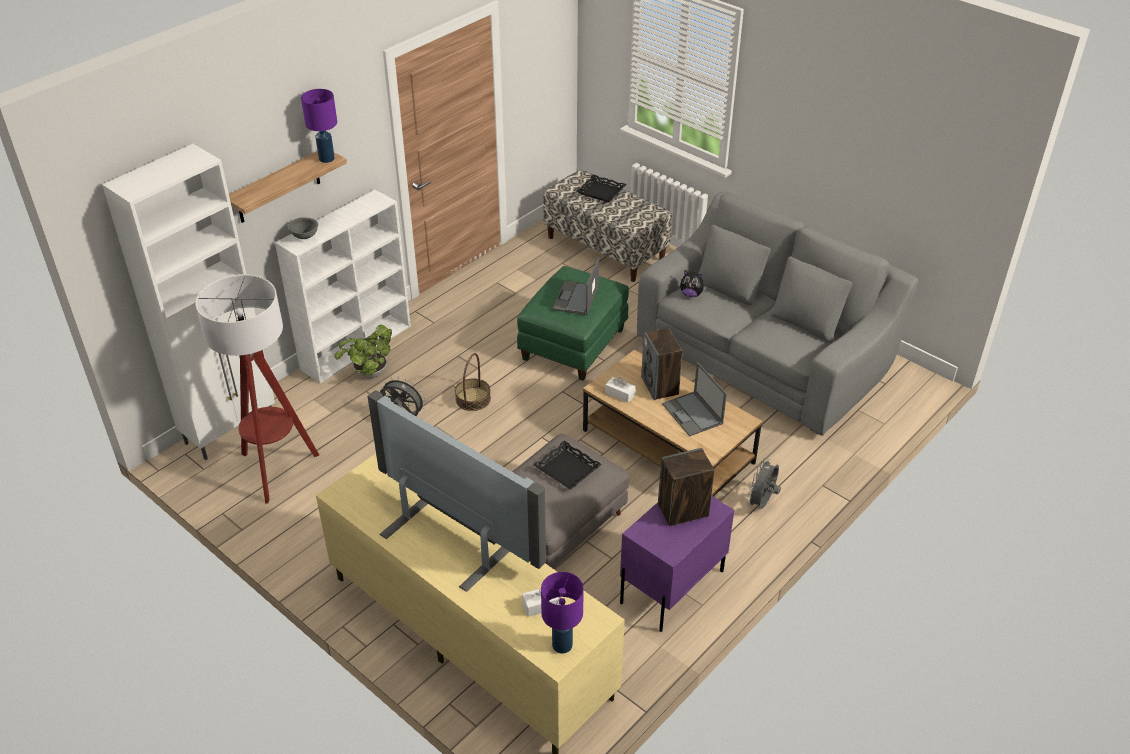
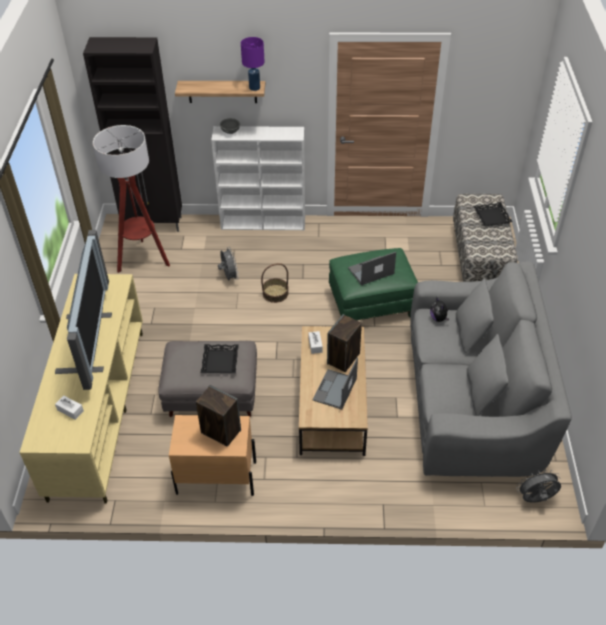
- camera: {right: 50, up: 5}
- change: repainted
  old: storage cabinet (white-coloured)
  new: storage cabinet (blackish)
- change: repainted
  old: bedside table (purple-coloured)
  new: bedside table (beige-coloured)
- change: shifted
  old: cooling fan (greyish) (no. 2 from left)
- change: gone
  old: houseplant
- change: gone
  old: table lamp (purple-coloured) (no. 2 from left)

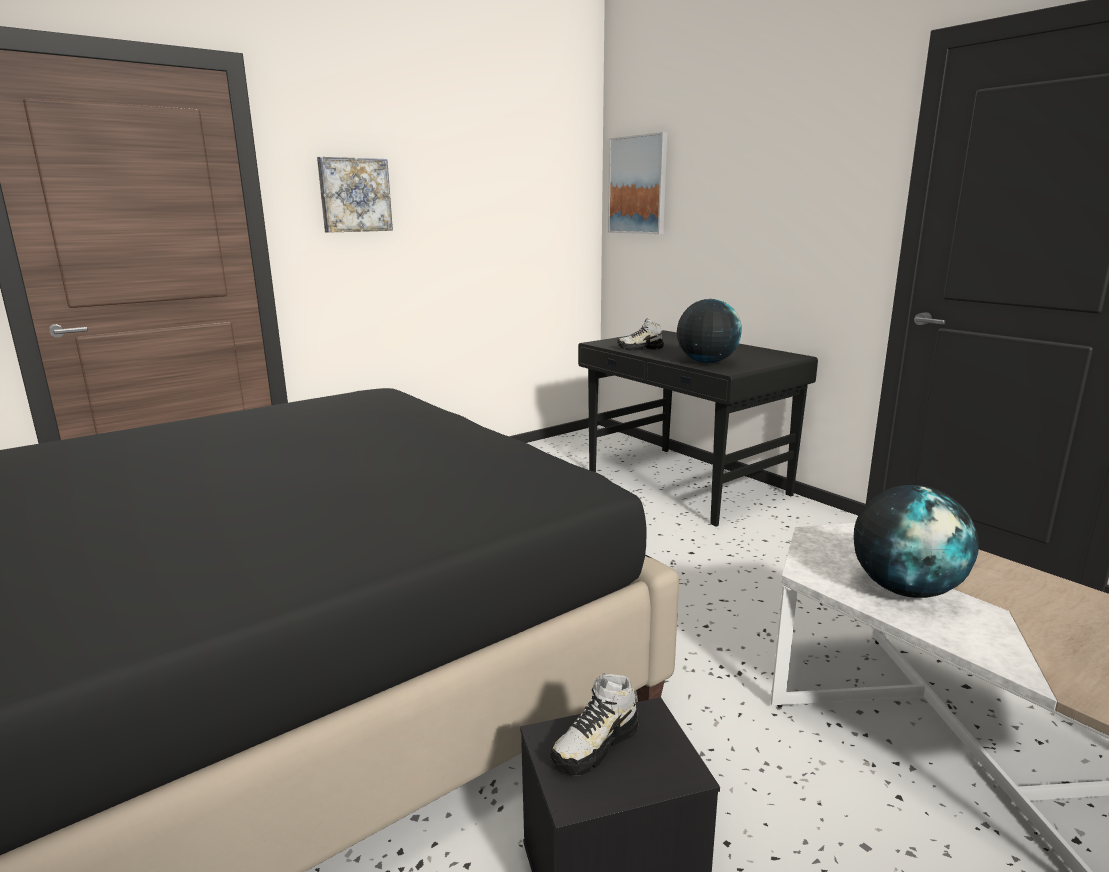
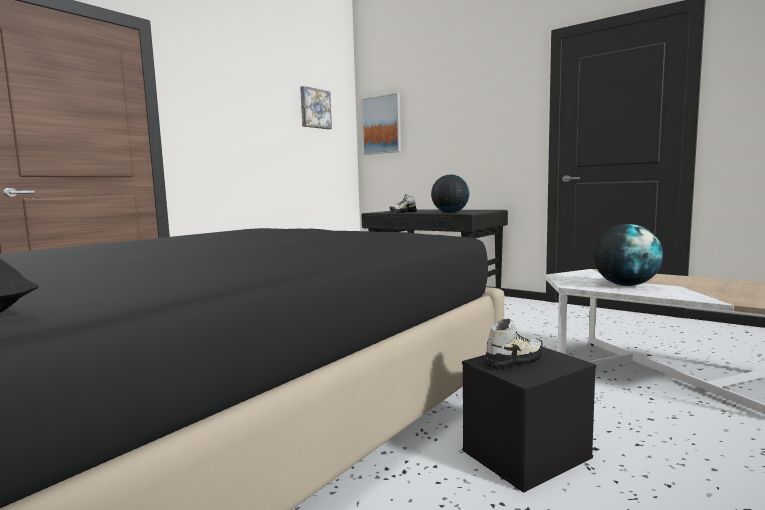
- camera: {right: -15, up: -10}
- change: shifted
  old: wall art (no. 1 from left)
- change: rotated
  old: shoe (no. 1 from left in the first image)
  degrees: -150

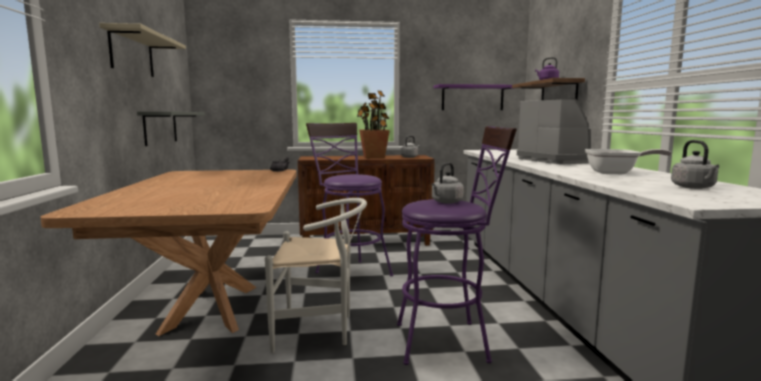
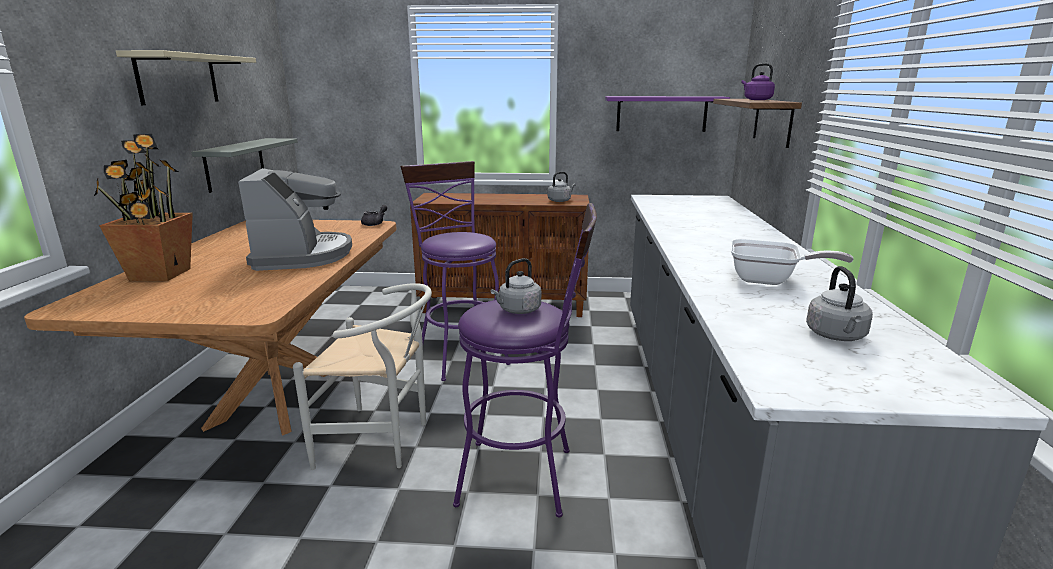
- camera: {right: 10, up: 10}
- change: shifted
  old: houseplant
- change: shifted
  old: coffee maker

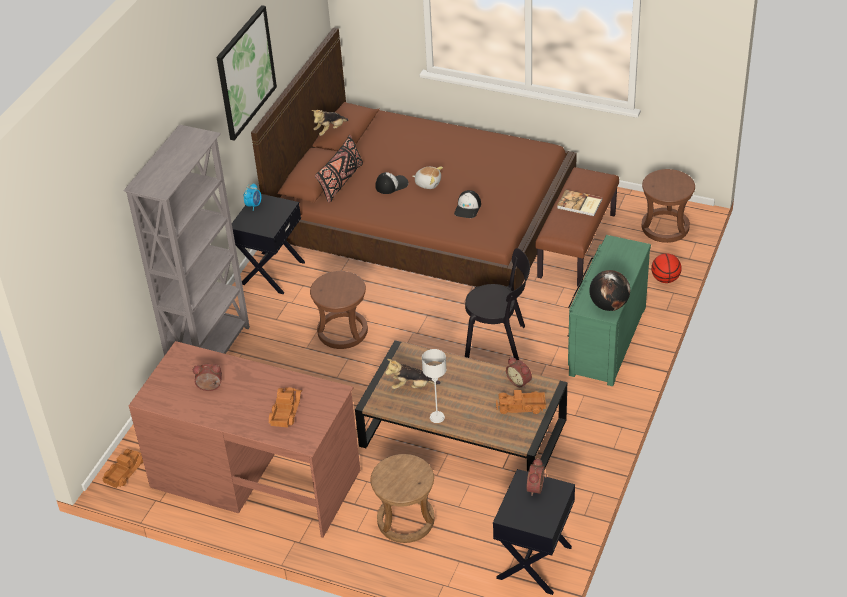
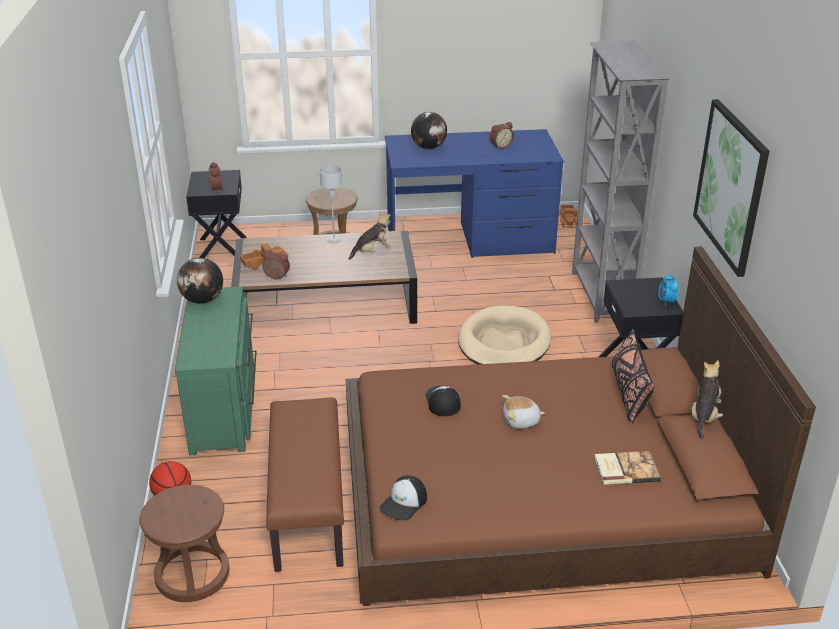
- camera: {right: 150, up: -10}
- change: shifted
  old: peaked cap (no. 1 from left)
- change: repainted
  old: desk (brownish)
  new: desk (bluish)
- change: swapped
  old: toy lorry (no. 2 from left)
  new: world globe (no. 2 from left)
- change: swapped
  old: stool (brownish) (no. 1 from left)
  new: dog bed (beige-coloured)
- change: shifted
  old: volume
- change: gone
  old: chair (blackish)

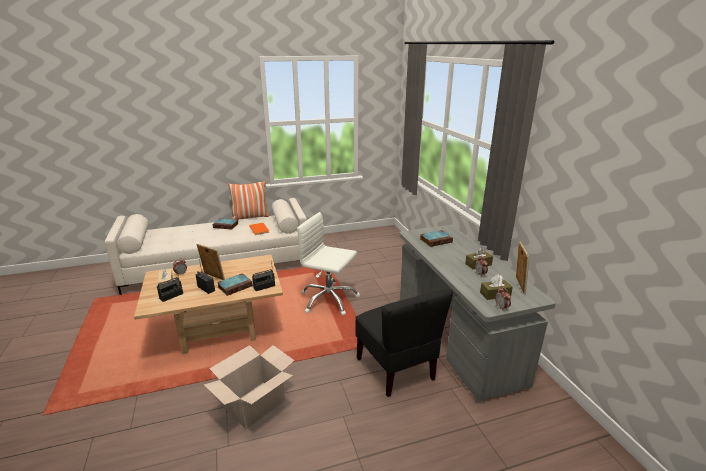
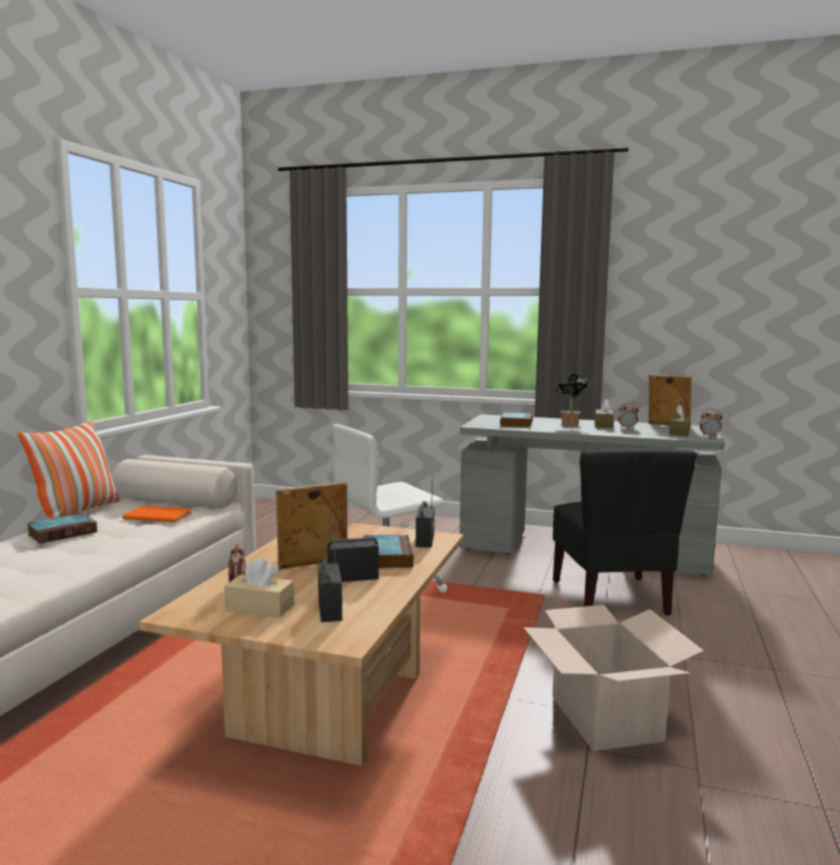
- camera: {right: -55, up: -15}
- change: rotated
  old: chair (blackish)
  degrees: 75
- change: new
  new: houseplant

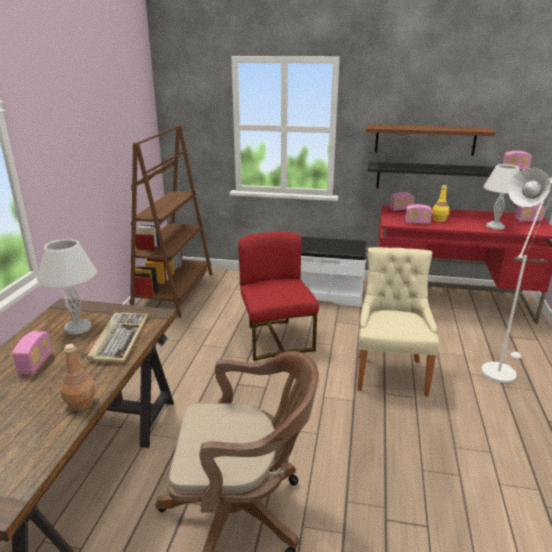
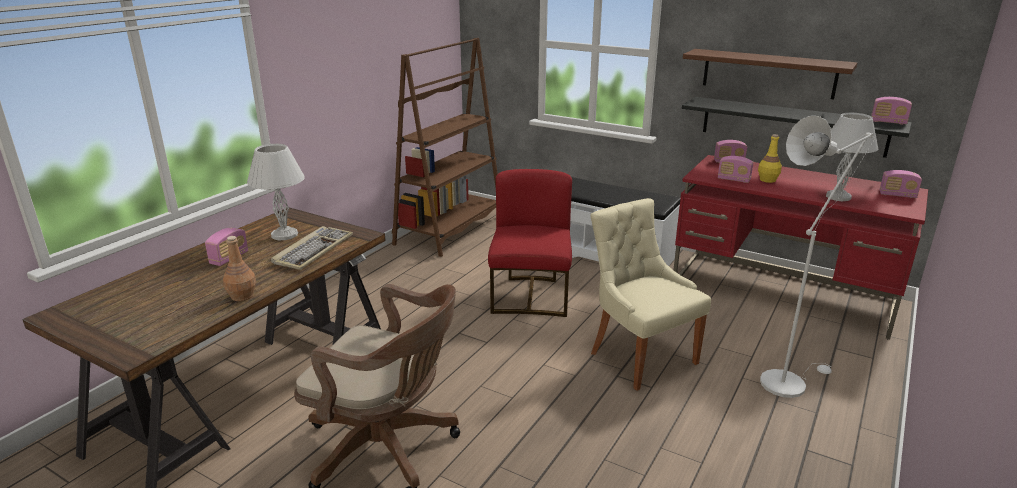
- camera: {right: 20, up: 0}
- change: rotated
  old: chair (beige-coloured)
  degrees: -60

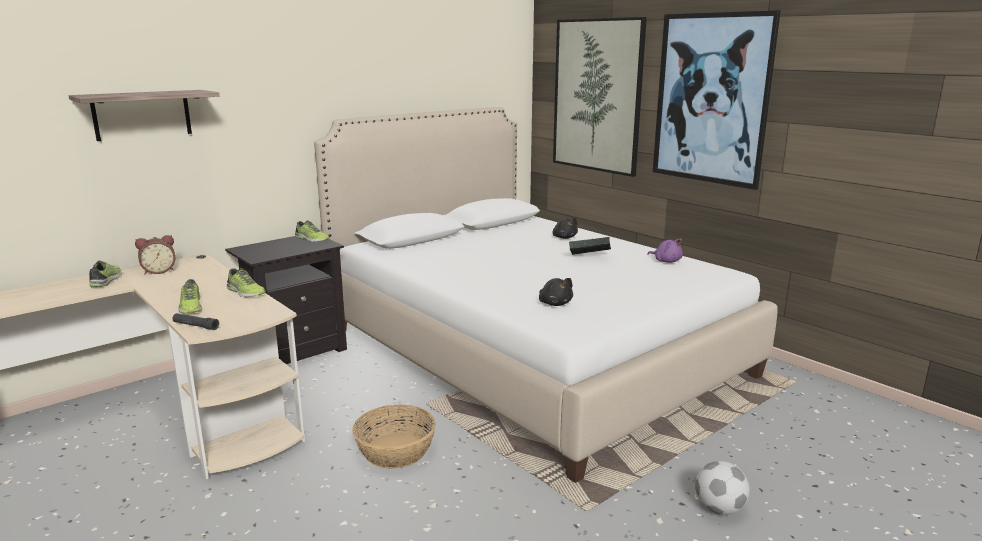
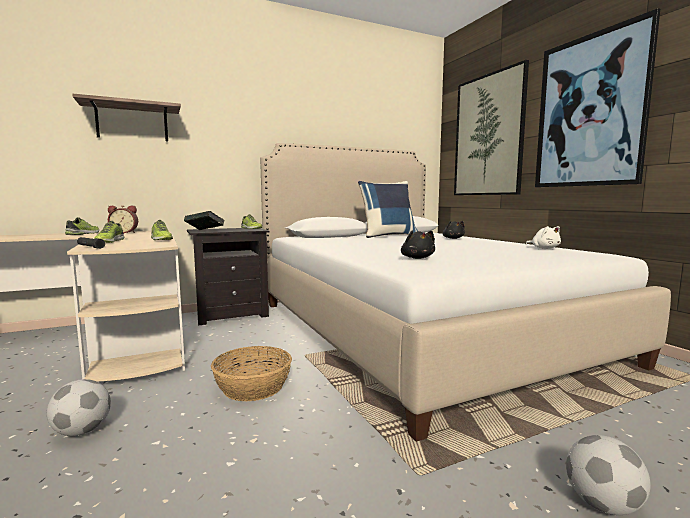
- camera: {right: 15, up: -10}
- change: new
  new: football (no. 1 from left)
- change: shifted
  old: volume
- change: new
  new: cushion (bluish)
- change: repainted
  old: soft toy (purple-coloured)
  new: soft toy (white-coloured)

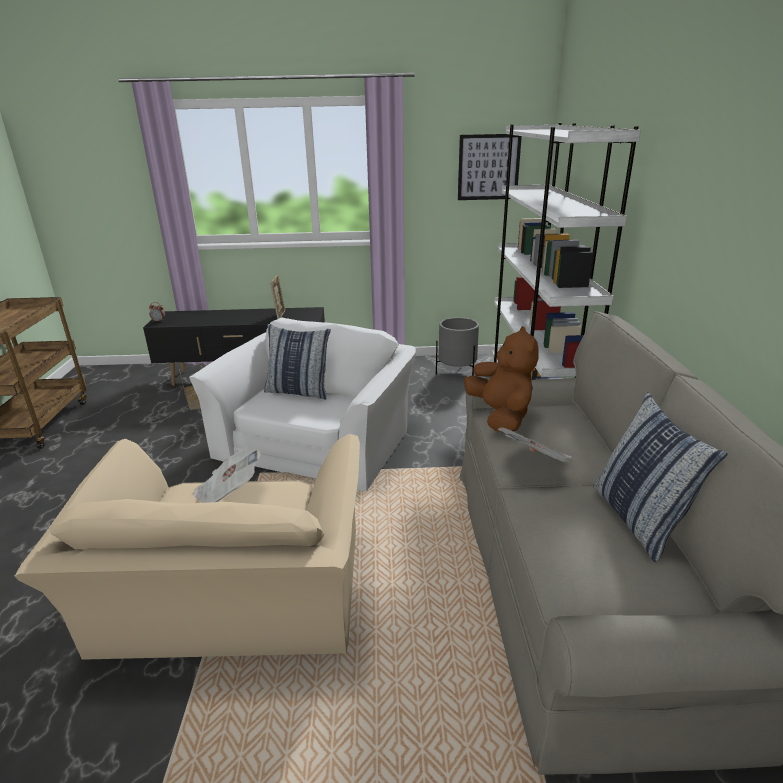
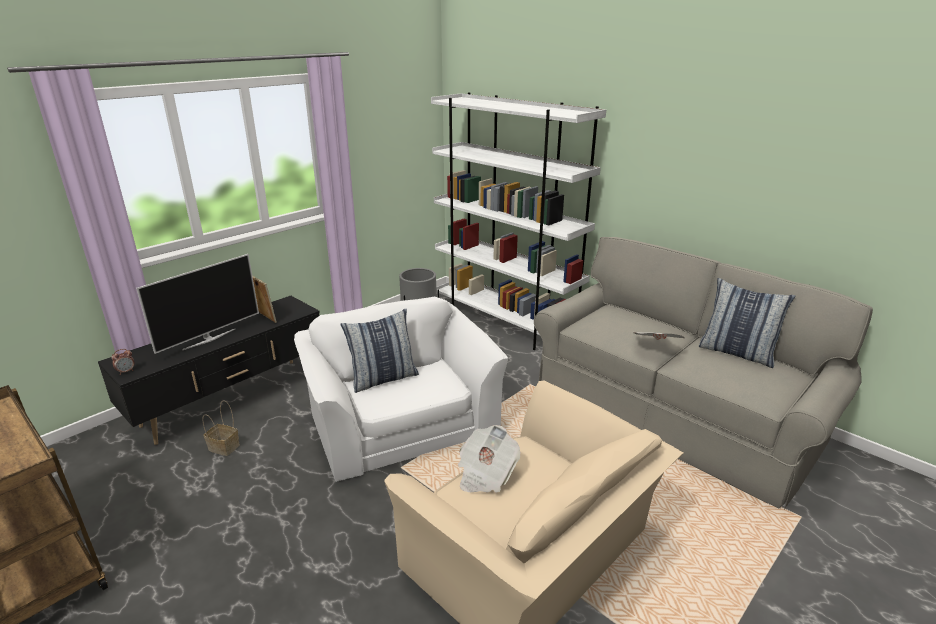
- camera: {right: -45, up: 0}
- change: new
  new: TV
- change: gone
  old: wall art
- change: gone
  old: soft toy (brownish)

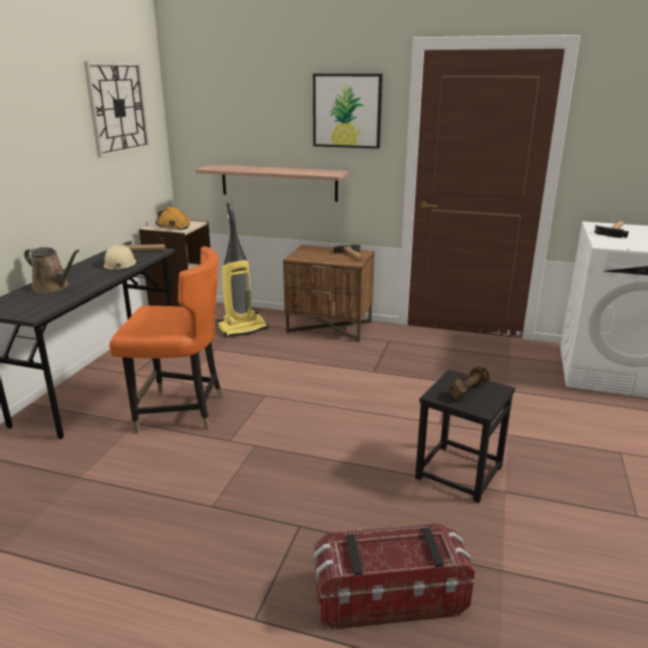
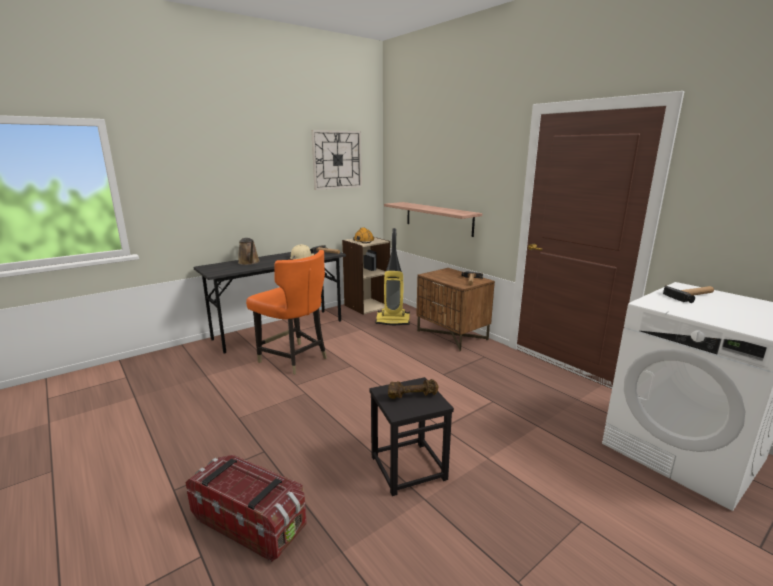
- camera: {right: 35, up: -5}
- change: gone
  old: wall art

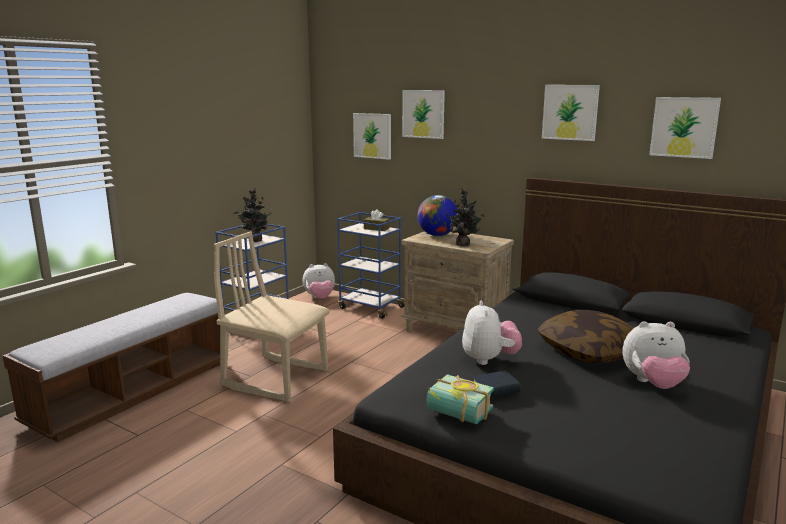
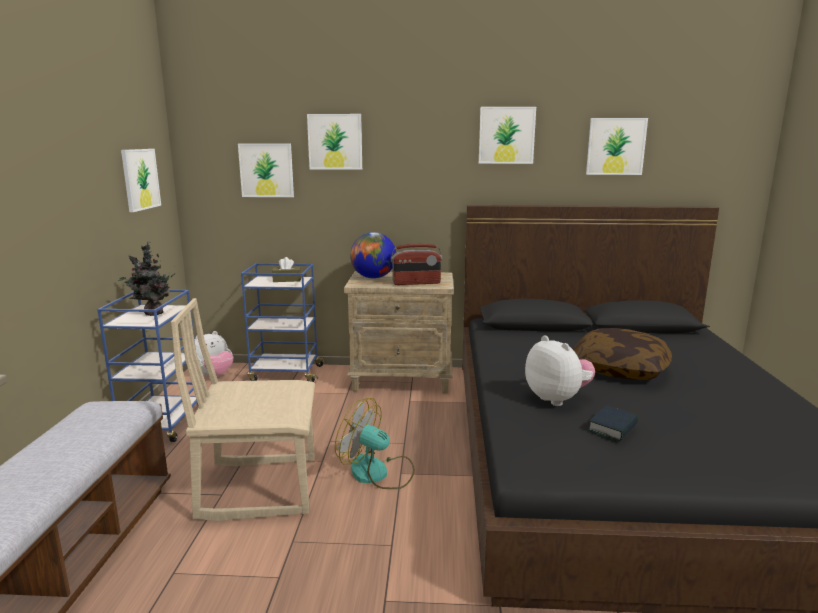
- camera: {right: -30, up: 0}
- change: new
  new: wall art (no. 1 from left)
- change: new
  new: cooling fan
- change: swapped
  old: houseplant (no. 2 from left)
  new: radio
- change: gone
  old: volume (no. 1 from left)
- change: gone
  old: soft toy (no. 3 from left)

